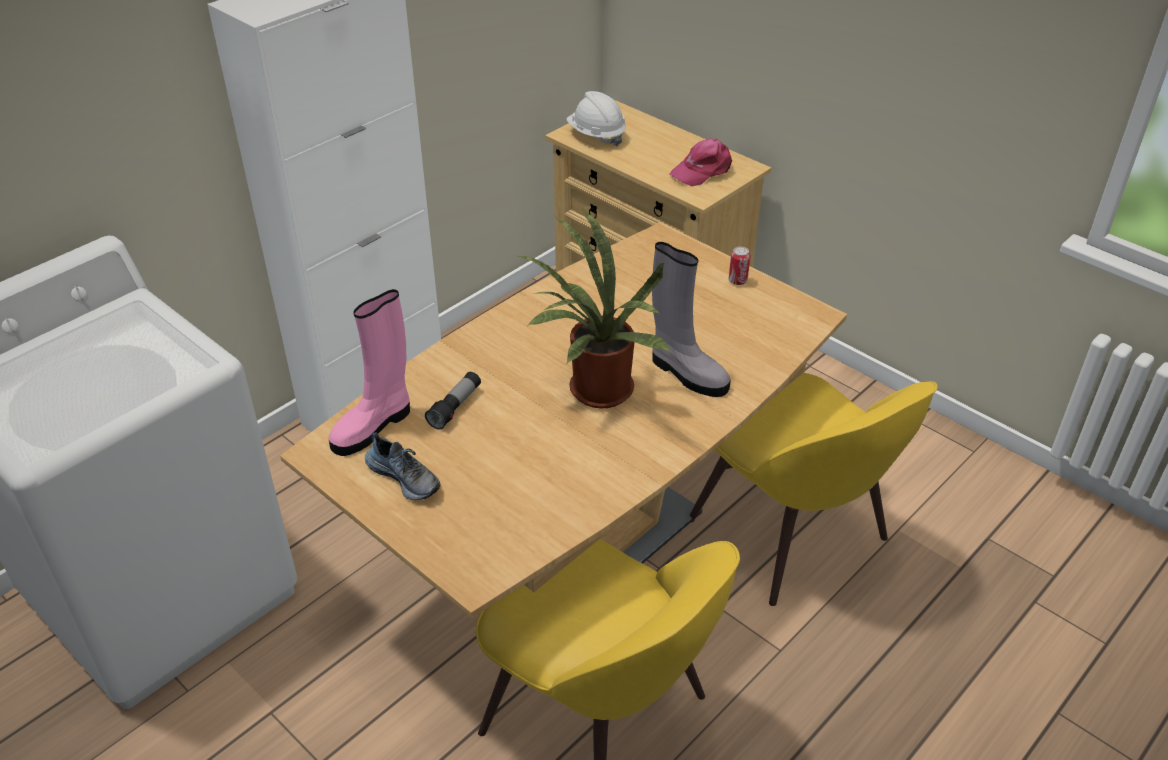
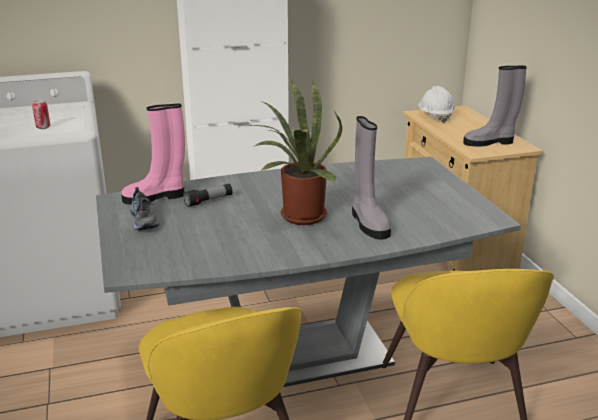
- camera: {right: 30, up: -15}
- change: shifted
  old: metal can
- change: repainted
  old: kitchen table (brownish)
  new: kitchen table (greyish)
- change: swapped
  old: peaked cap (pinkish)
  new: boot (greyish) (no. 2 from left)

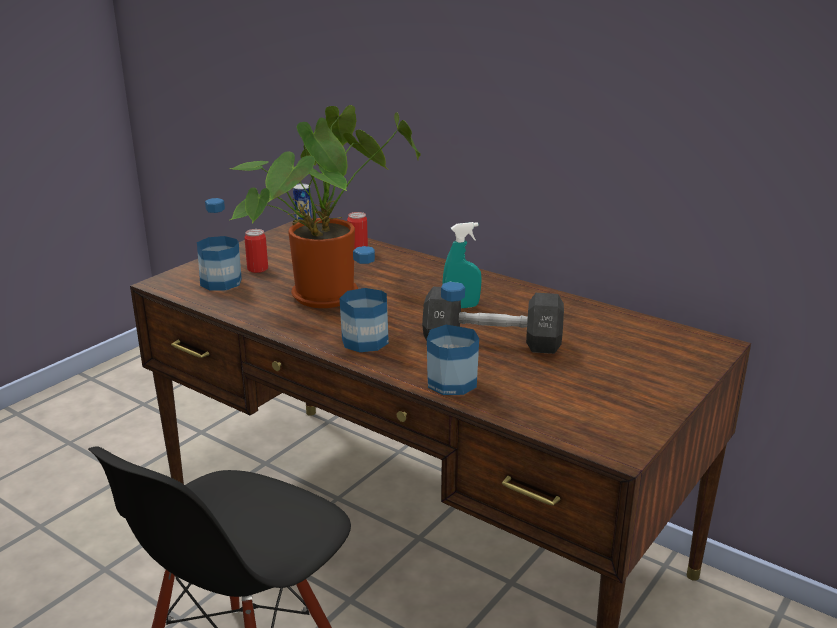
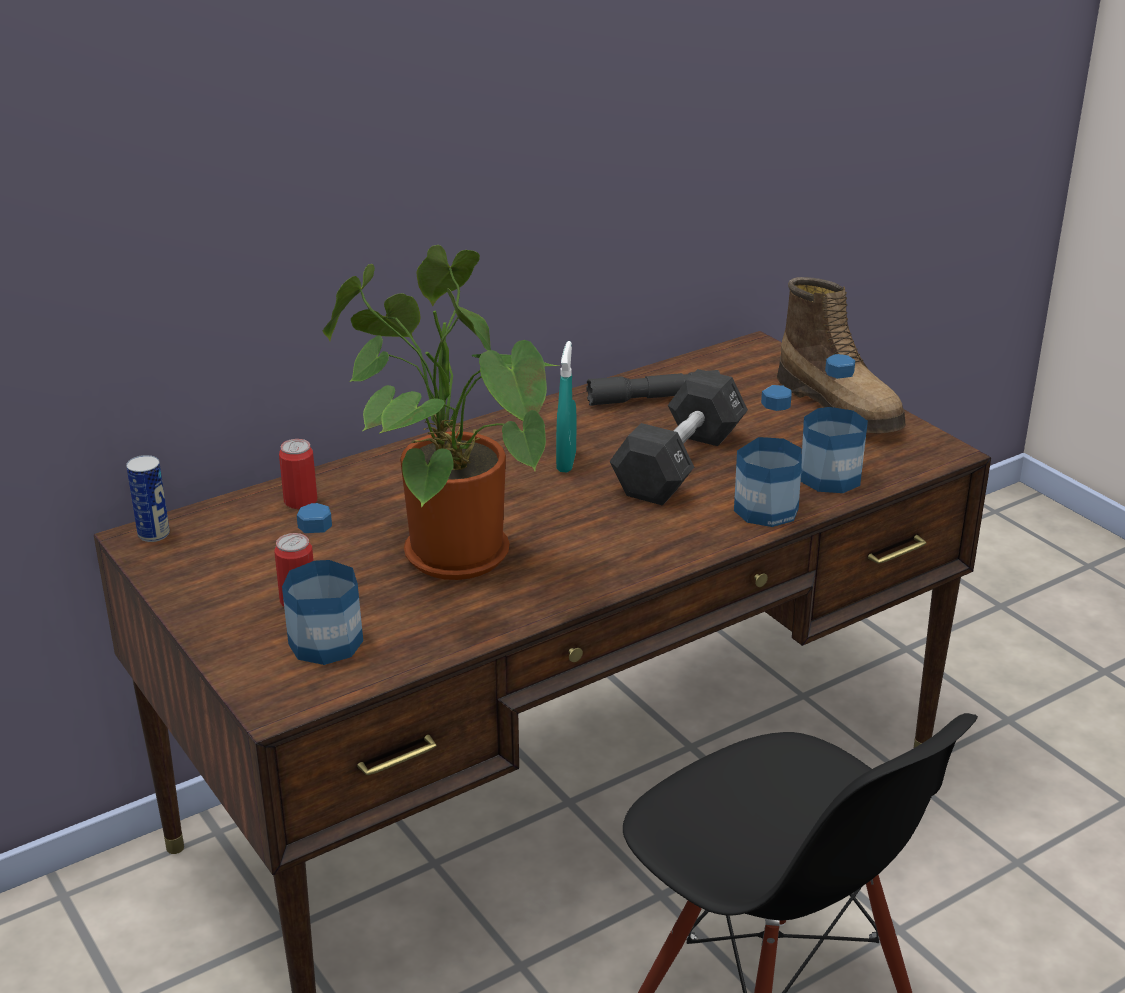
- camera: {right: -70, up: 5}
- change: new
  new: flashlight (greyish)
- change: new
  new: boot
- change: shifted
  old: beverage bottle (no. 2 from left in the first image)
  new: beverage bottle (no. 3 from left)

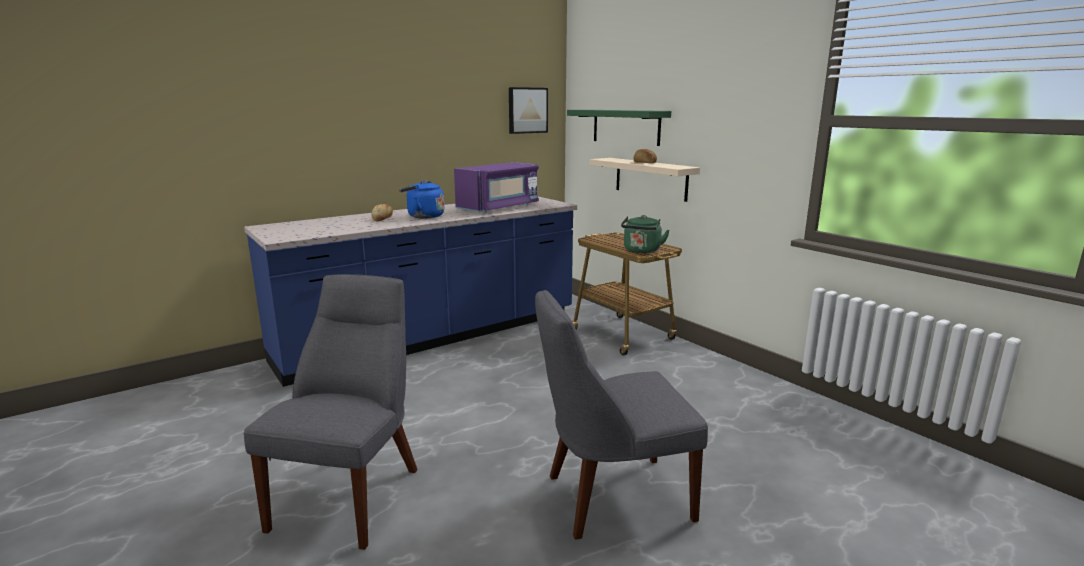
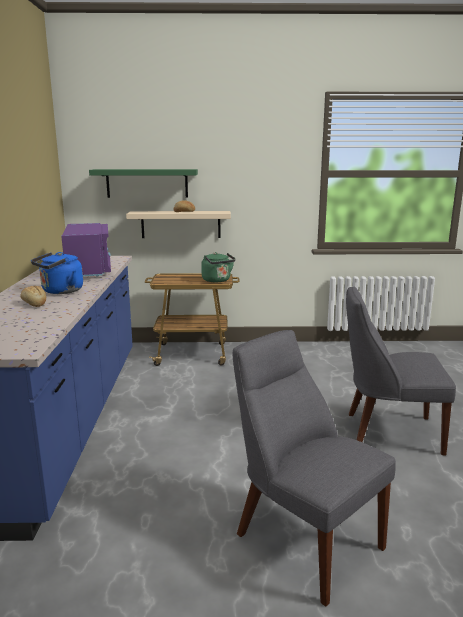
- camera: {right: -55, up: 0}
- change: rotated
  old: chair (greyish) (no. 2 from left)
  degrees: 75
- change: gone
  old: wall art

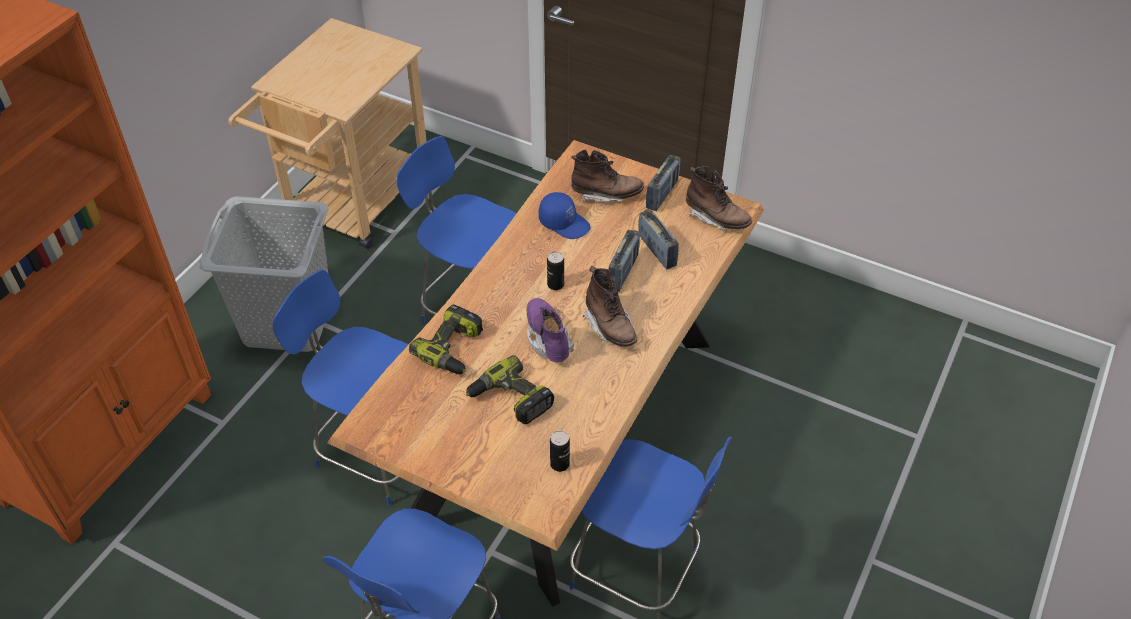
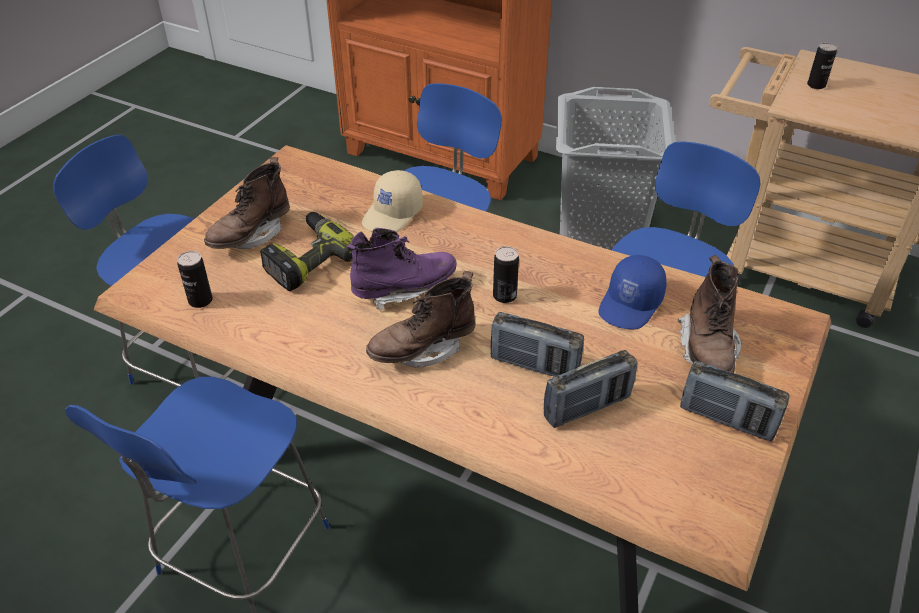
- camera: {right: 90, up: -5}
- change: shifted
  old: boot (brownish) (no. 3 from left in the first image)
  new: boot (brownish) (no. 1 from left)
- change: swapped
  old: power drill (no. 1 from left)
  new: peaked cap (beige-coloured)
- change: new
  new: metal can (no. 3 from left)

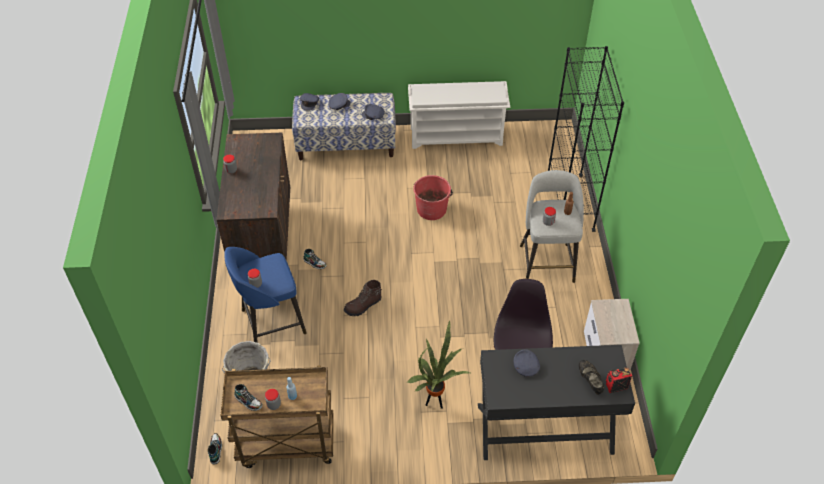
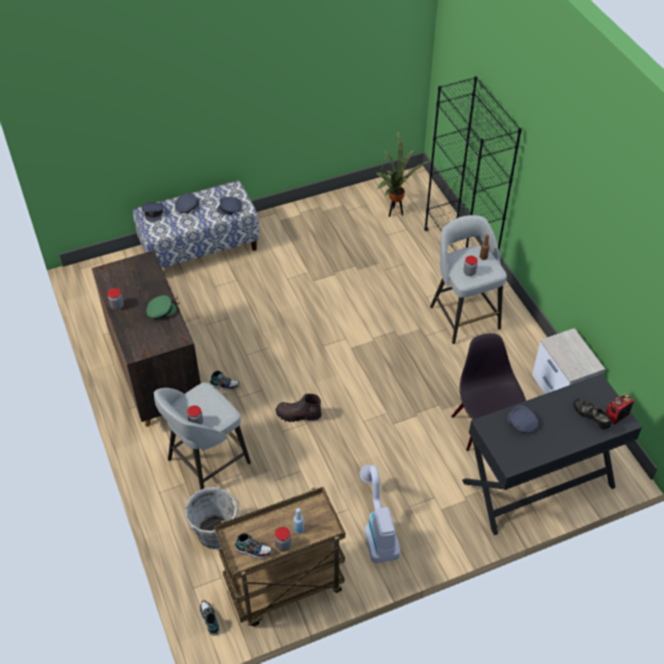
- camera: {right: -20, up: 0}
- change: new
  new: peaked cap (green)
- change: repainted
  old: stool (bluish)
  new: stool (greyish) (no. 1 from left)
- change: rotated
  old: boot (brownish)
  degrees: 60
- change: new
  new: hoover
- change: shifted
  old: houseplant
- change: gone
  old: shoe stand (white-coloured)
- change: gone
  old: pail (red-coloured)

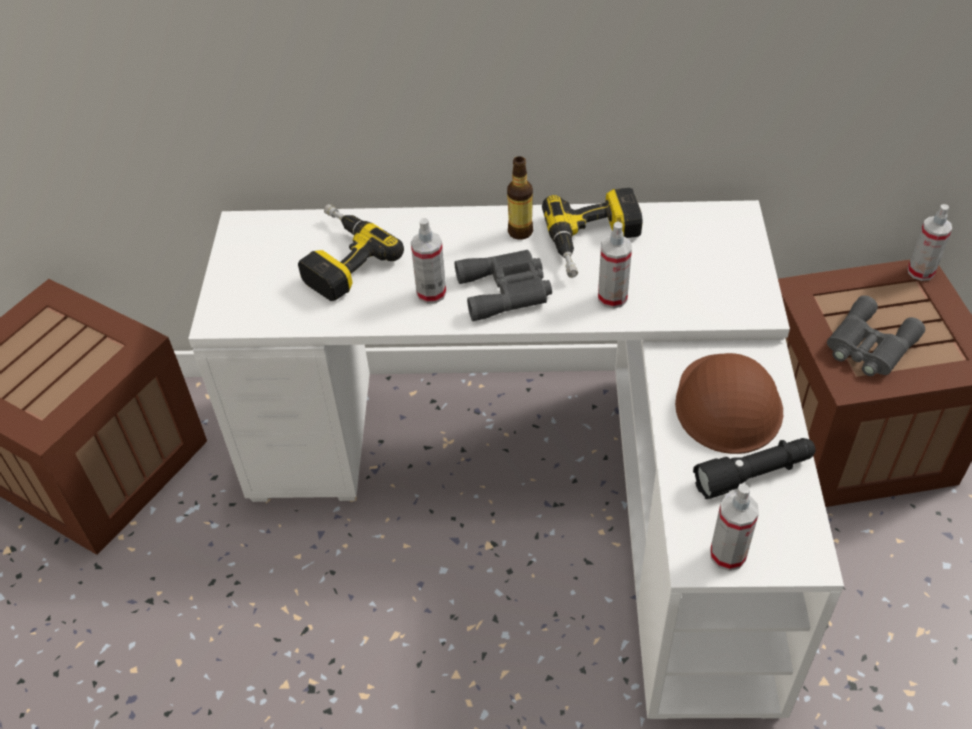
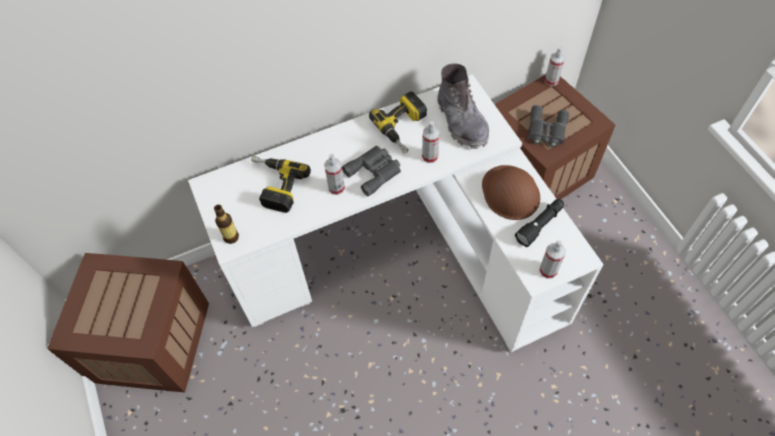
- camera: {right: -25, up: 10}
- change: shifted
  old: beverage bottle
- change: new
  new: boot (greyish)

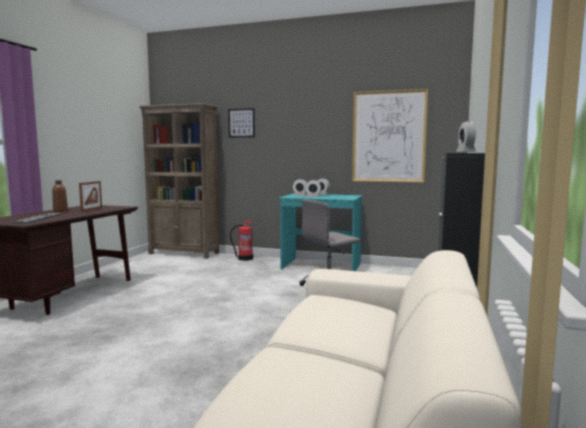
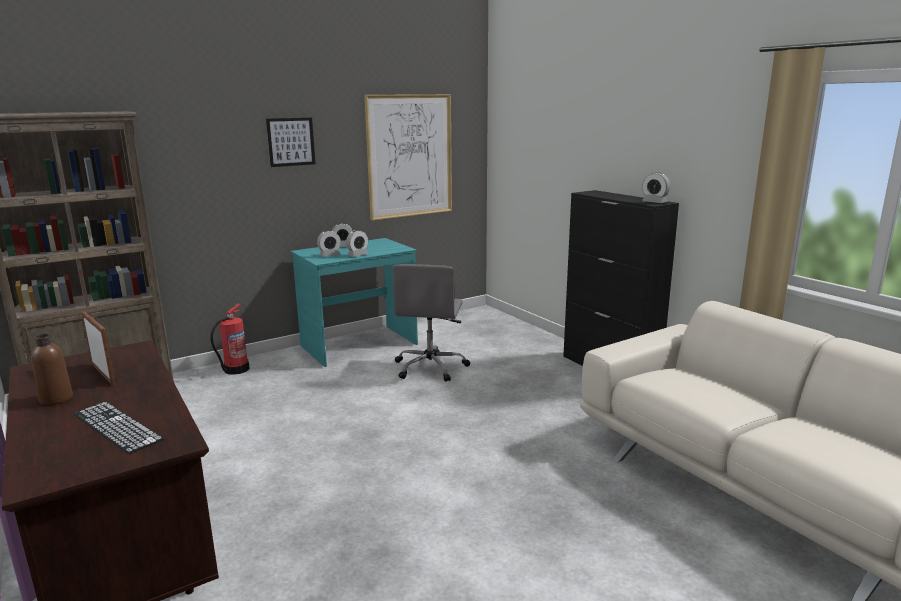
- camera: {right: -50, up: 10}
- change: shifted
  old: wall art (no. 1 from left)

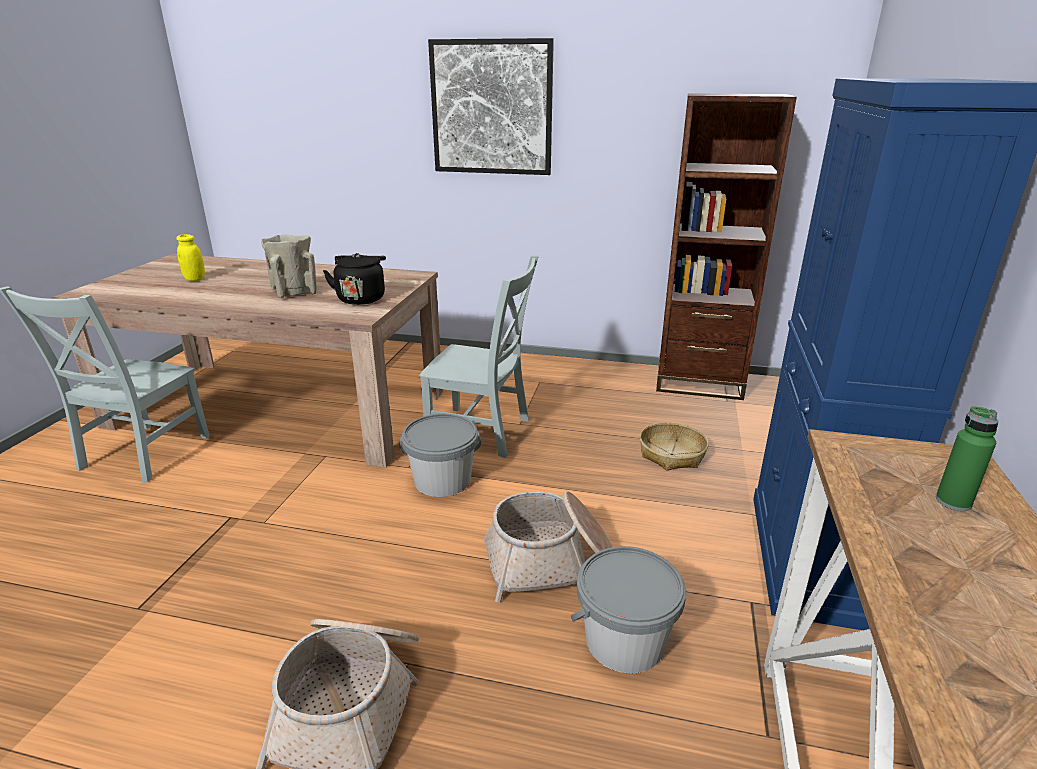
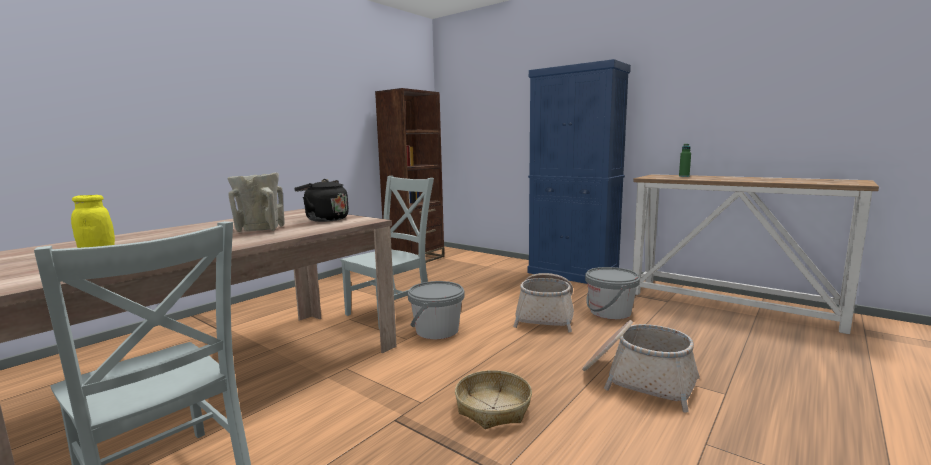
- camera: {right: -65, up: -15}
- change: shifted
  old: basket (no. 3 from left in the first image)
  new: basket (no. 1 from left)
- change: gone
  old: wall art

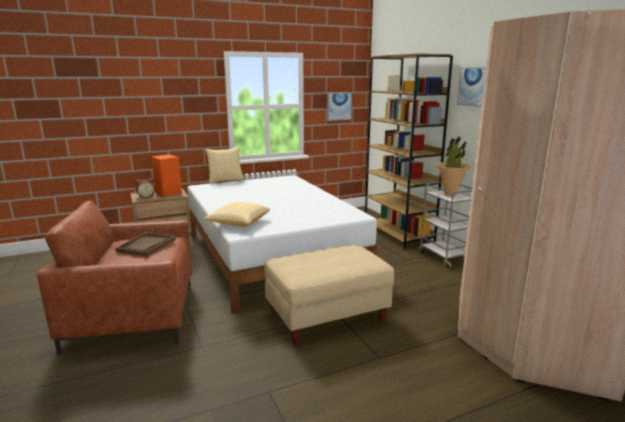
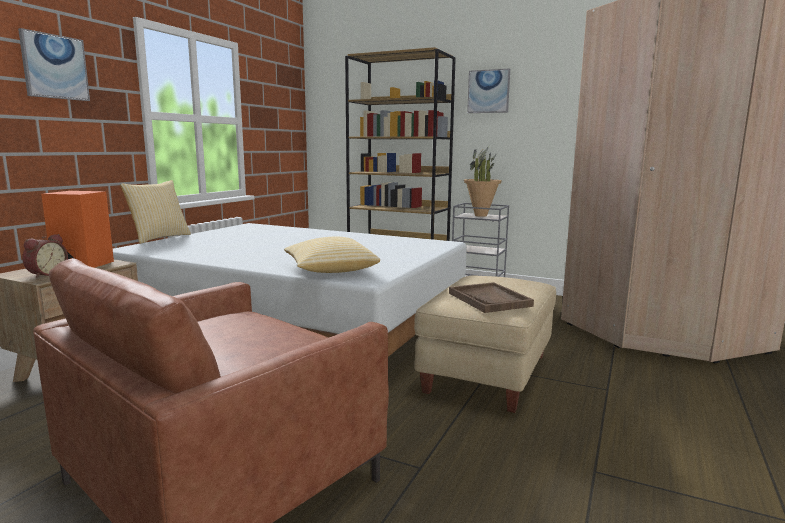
- camera: {right: -40, up: -5}
- change: shifted
  old: wall art (no. 1 from left)
- change: shifted
  old: serving tray (brownish)

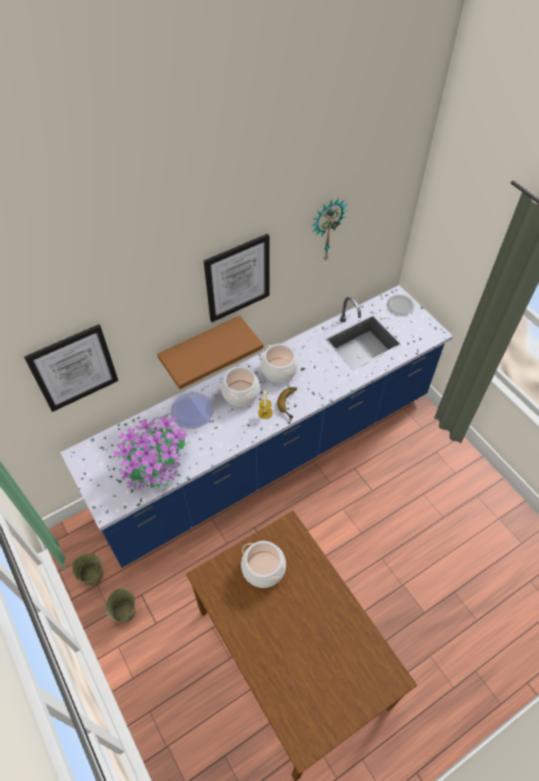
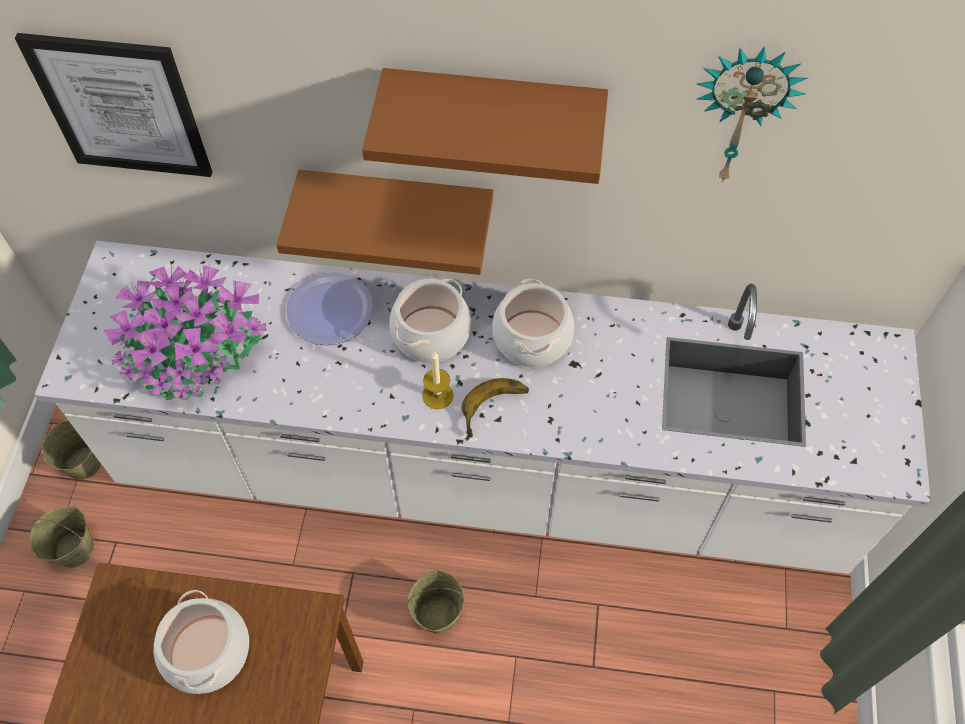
- camera: {right: 40, up: 5}
- change: repainted
  old: counter (bluish)
  new: counter (white-coloured)
- change: swapped
  old: wall art (no. 2 from left)
  new: shelf (brownish) (no. 2 from left)
- change: new
  new: pail (beige-coloured) (no. 3 from left)
- change: gone
  old: dinner plate (no. 2 from left)

